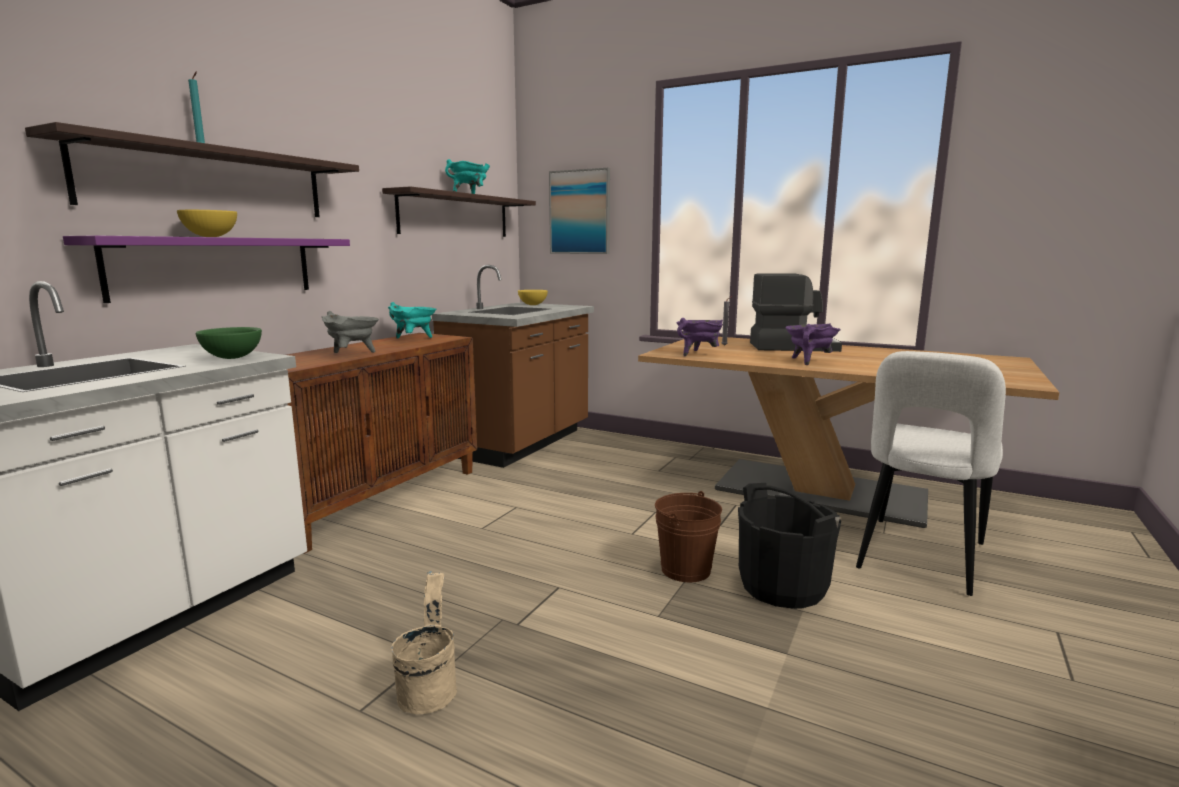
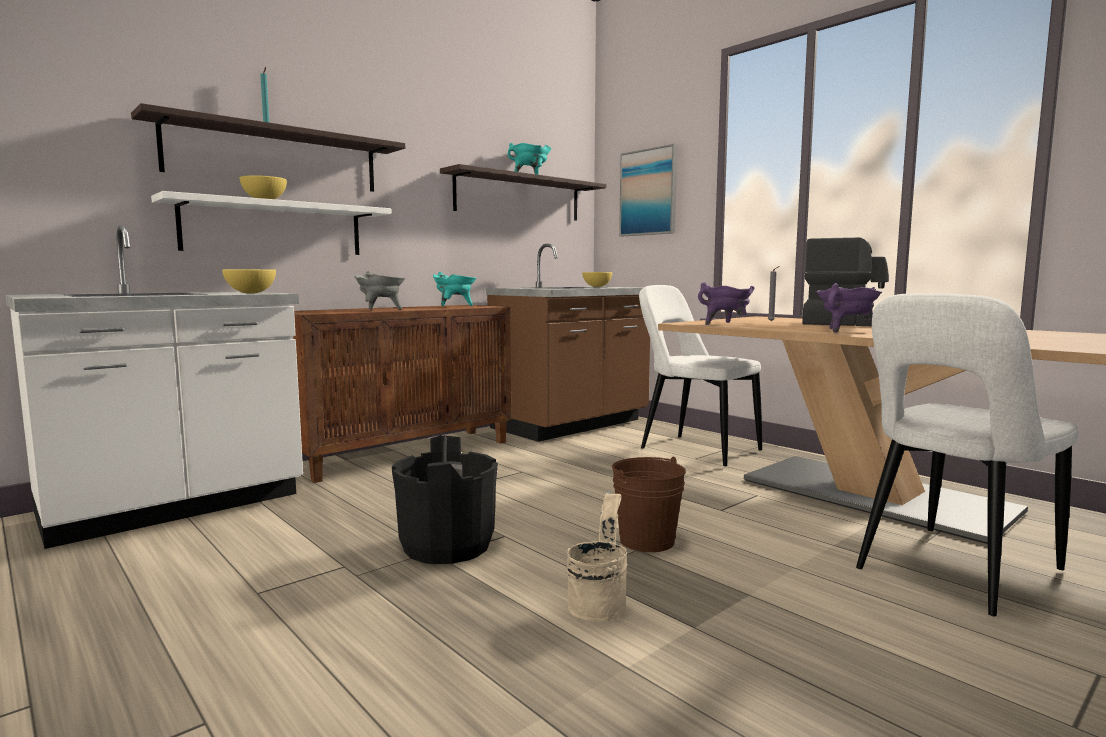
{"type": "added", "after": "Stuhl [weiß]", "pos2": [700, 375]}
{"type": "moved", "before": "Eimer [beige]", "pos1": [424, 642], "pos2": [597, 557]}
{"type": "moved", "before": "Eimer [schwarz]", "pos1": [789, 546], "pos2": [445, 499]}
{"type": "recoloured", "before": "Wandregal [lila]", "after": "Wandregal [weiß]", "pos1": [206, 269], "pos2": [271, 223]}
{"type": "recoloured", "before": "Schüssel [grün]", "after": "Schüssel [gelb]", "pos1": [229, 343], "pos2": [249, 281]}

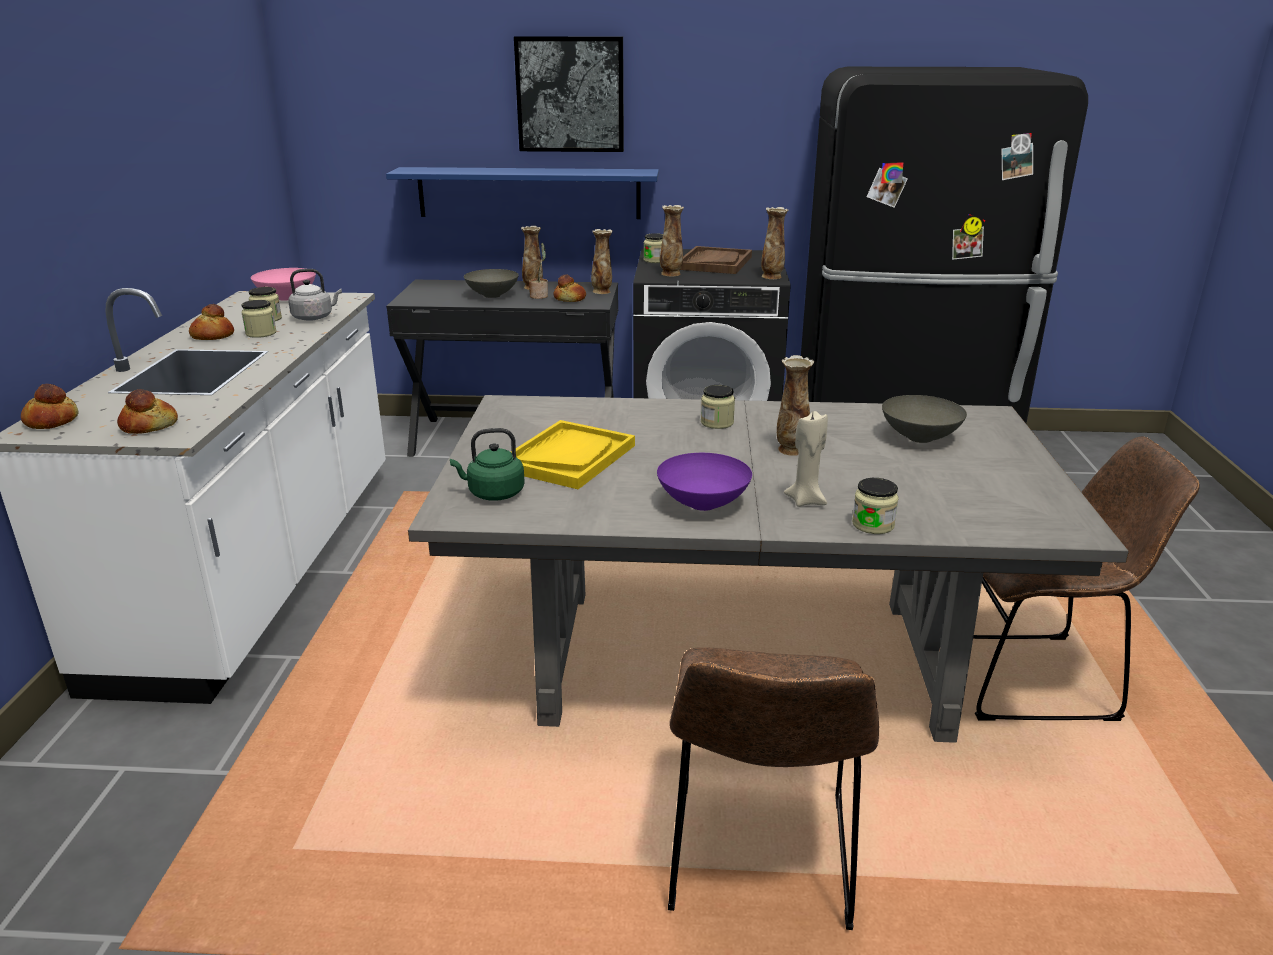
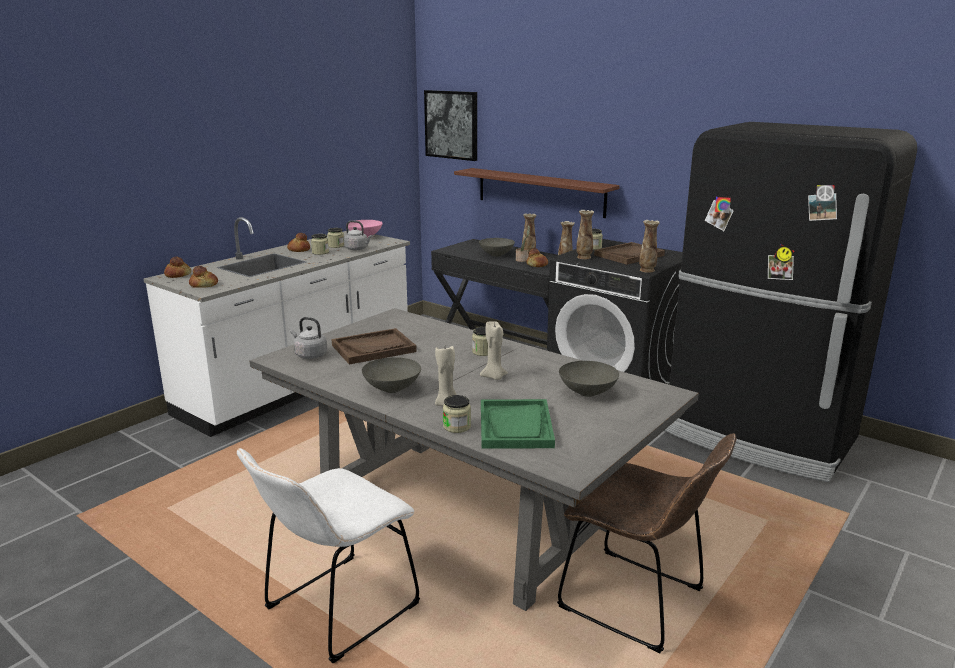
{"type": "added", "after": "Tablett [grün]", "pos2": [518, 424]}
{"type": "moved", "before": "Bild", "pos1": [569, 94], "pos2": [450, 125]}
{"type": "replaced", "before": "Vase", "after": "Kerze [beige]", "pos1": [795, 405], "pos2": [494, 351]}
{"type": "recoloured", "before": "Wandregal [blau]", "after": "Wandregal [braun]", "pos1": [522, 193], "pos2": [537, 193]}
{"type": "recoloured", "before": "Wasserkessel [grün]", "after": "Wasserkessel [grau]", "pos1": [487, 464], "pos2": [309, 338]}
{"type": "recoloured", "before": "Tablett [gelb]", "after": "Tablett [braun]", "pos1": [573, 454], "pos2": [374, 346]}
{"type": "recoloured", "before": "Schüssel [lila]", "after": "Schüssel [grau]", "pos1": [704, 482], "pos2": [391, 375]}
{"type": "recoloured", "before": "Stuhl [braun]", "after": "Stuhl [weiß]", "pos1": [773, 789], "pos2": [328, 555]}

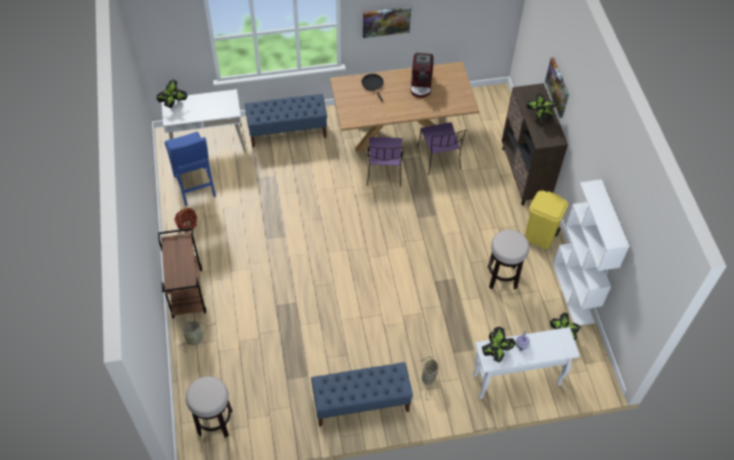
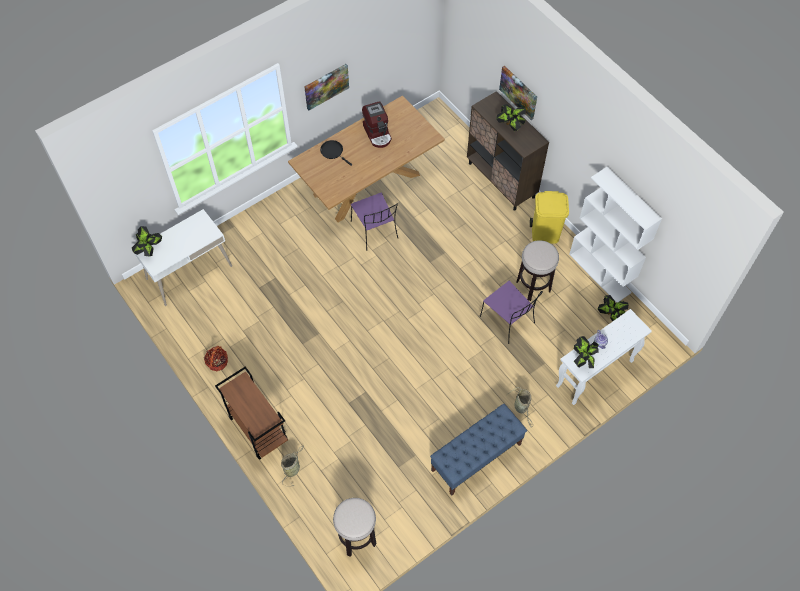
{"type": "removed", "before": "Hocker [blau]", "pos1": [190, 169]}
{"type": "removed", "before": "Bank [blau]", "pos1": [286, 120]}
{"type": "moved", "before": "Stuhl [lila]", "pos1": [442, 148], "pos2": [511, 312]}

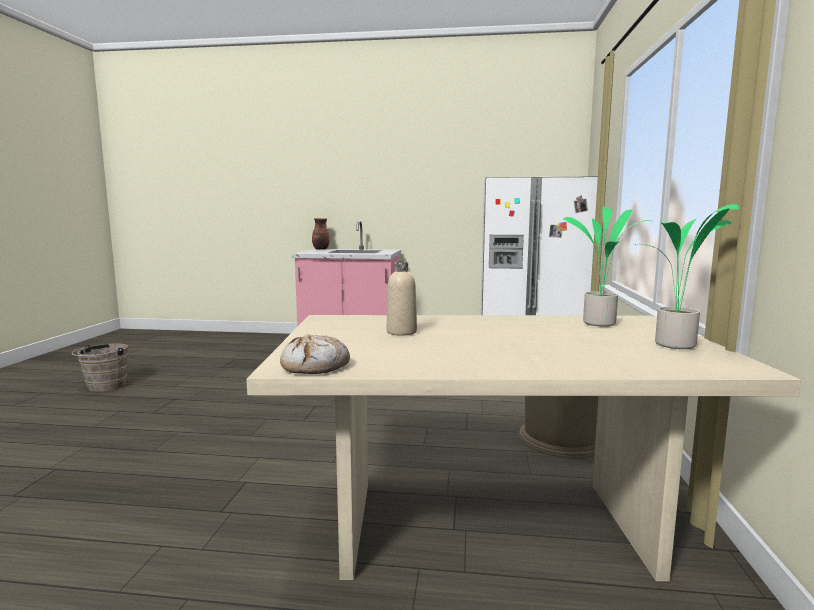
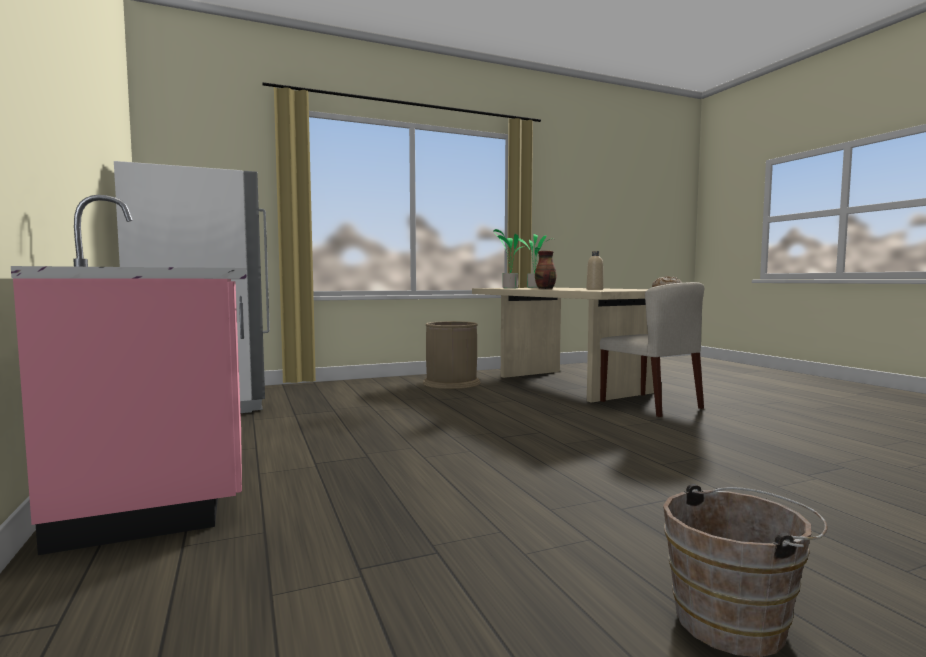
{"type": "added", "after": "Stuhl [beige]", "pos2": [652, 349]}
{"type": "moved", "before": "Vase", "pos1": [321, 234], "pos2": [545, 270]}

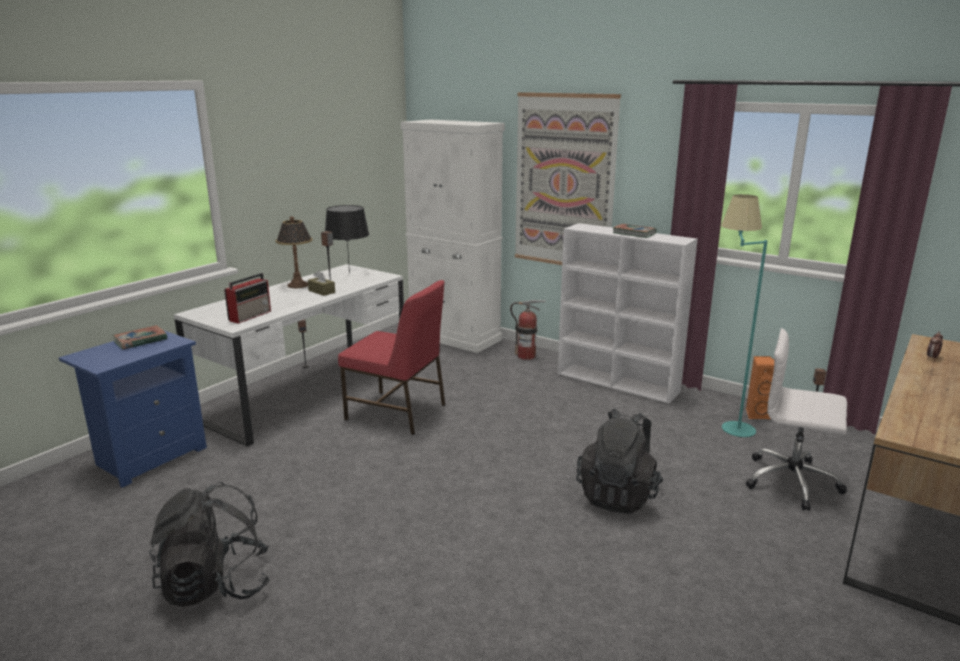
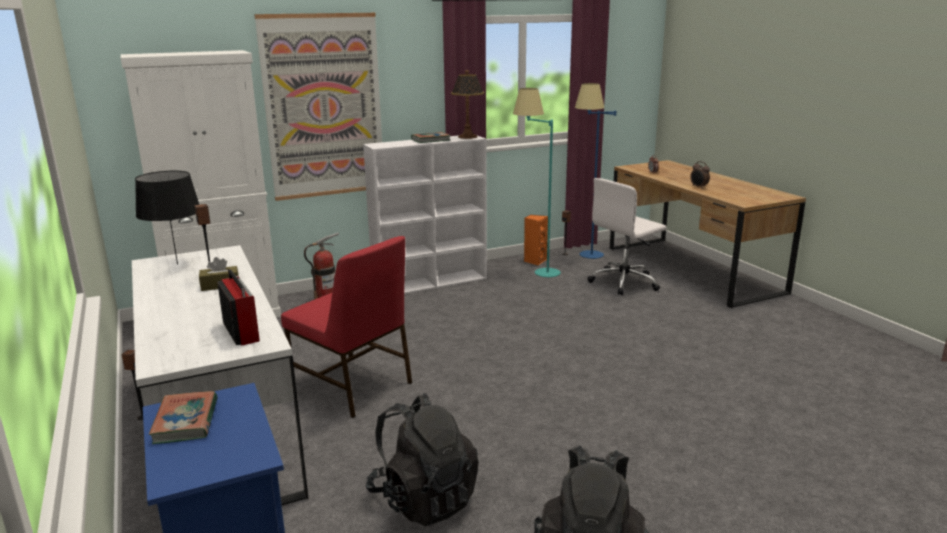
{"type": "added", "after": "Stehlampe [blau]", "pos2": [595, 171]}
{"type": "added", "after": "Wecker", "pos2": [700, 174]}
{"type": "moved", "before": "Tischlampe", "pos1": [294, 252], "pos2": [467, 104]}
{"type": "moved", "before": "Rucksack [schwarz]", "pos1": [620, 461], "pos2": [422, 459]}
{"type": "turned", "before": "Stuhl [rot]", "pos1": [391, 357], "pos2": [346, 327], "turn": 75}

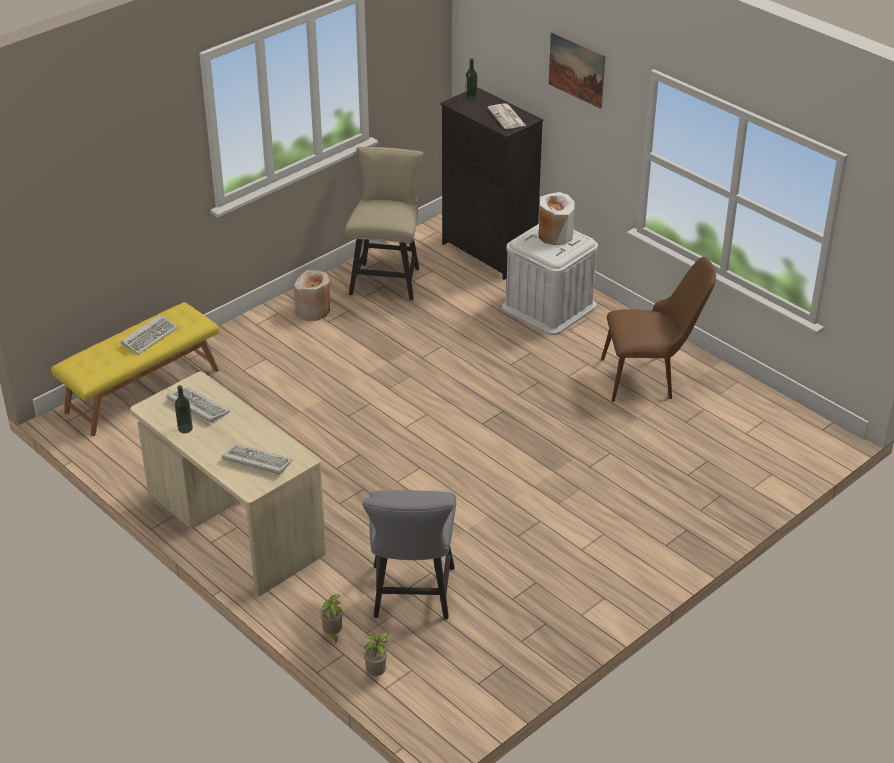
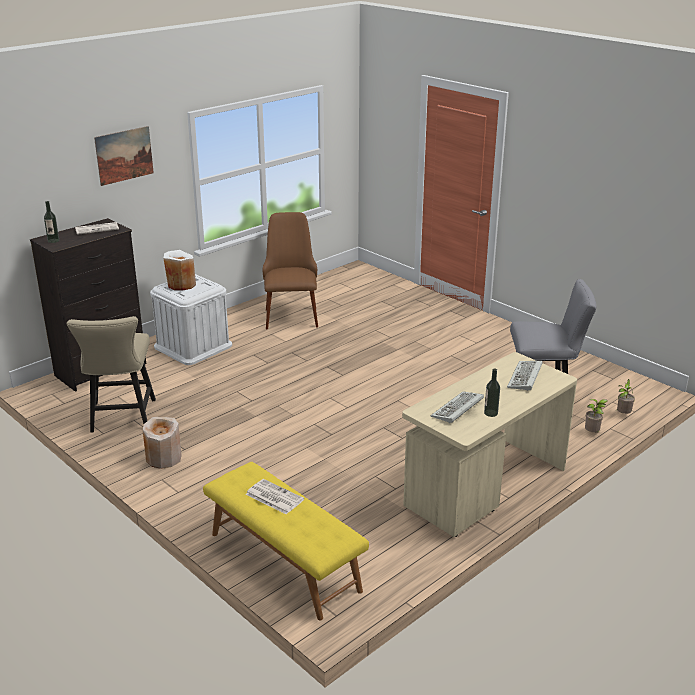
{"type": "replaced", "before": "Tastatur", "after": "Zeitung", "pos1": [149, 335], "pos2": [275, 496]}
{"type": "turned", "before": "Stuhl [beige]", "pos1": [384, 224], "pos2": [111, 374], "turn": -105}

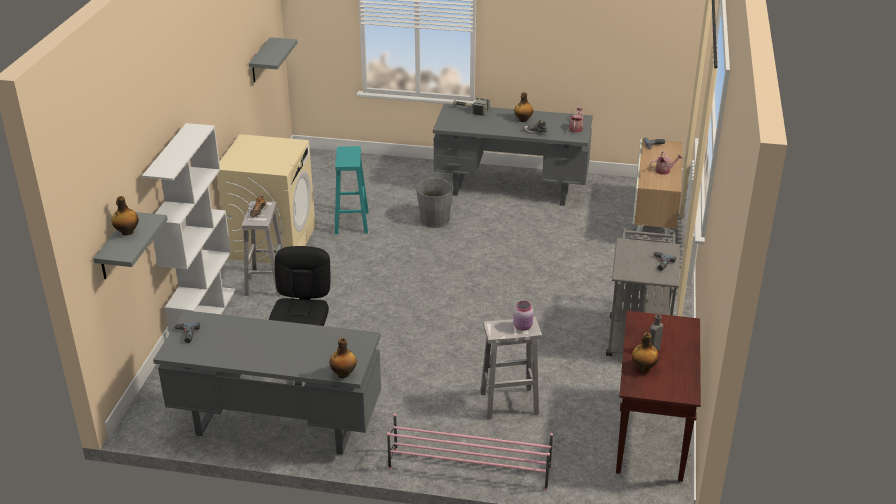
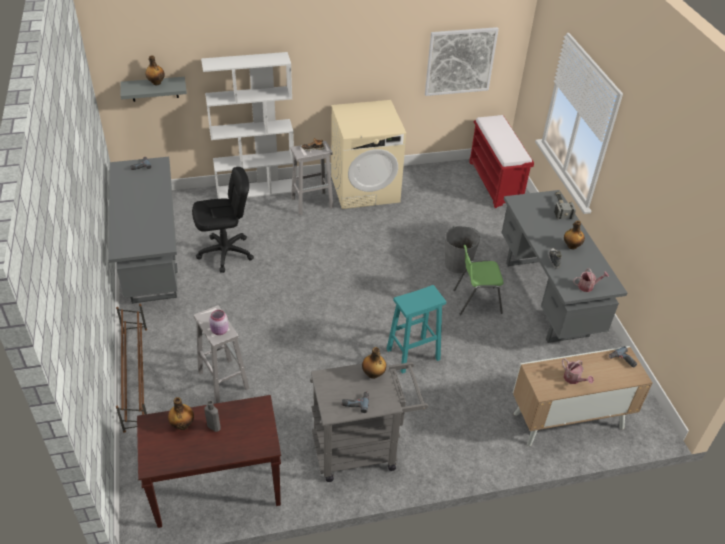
{"type": "added", "after": "Stuhl [grün]", "pos2": [478, 280]}
{"type": "added", "after": "Bank [rot]", "pos2": [501, 161]}
{"type": "moved", "before": "Flasche", "pos1": [343, 358], "pos2": [374, 363]}
{"type": "moved", "before": "Hocker [türkis]", "pos1": [352, 190], "pos2": [416, 329]}
{"type": "replaced", "before": "Wandregal [grau]", "after": "Bild", "pos1": [273, 60], "pos2": [462, 61]}
{"type": "recoloured", "before": "Schuhregal [rosa]", "after": "Schuhregal [braun]", "pos1": [470, 452], "pos2": [131, 368]}

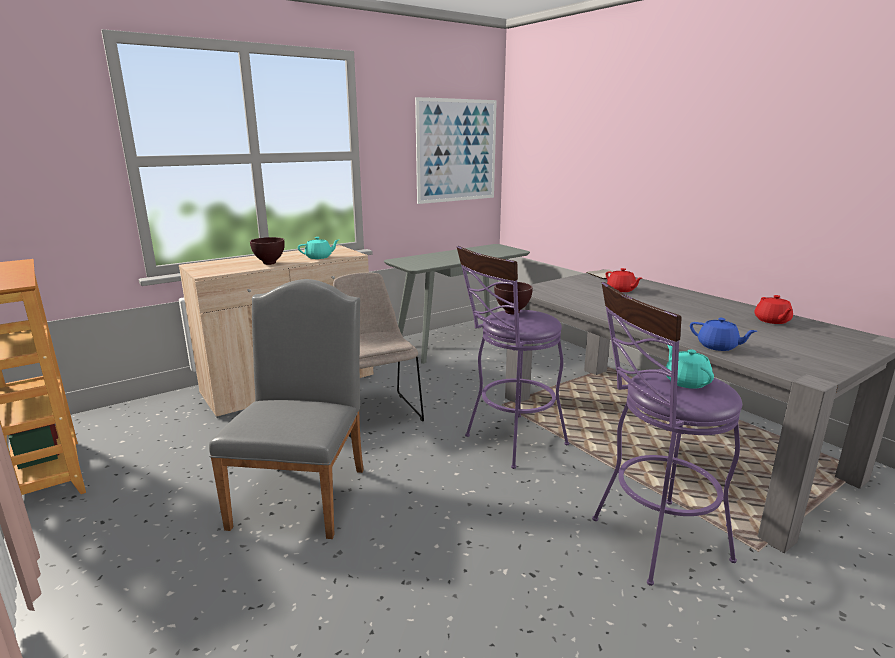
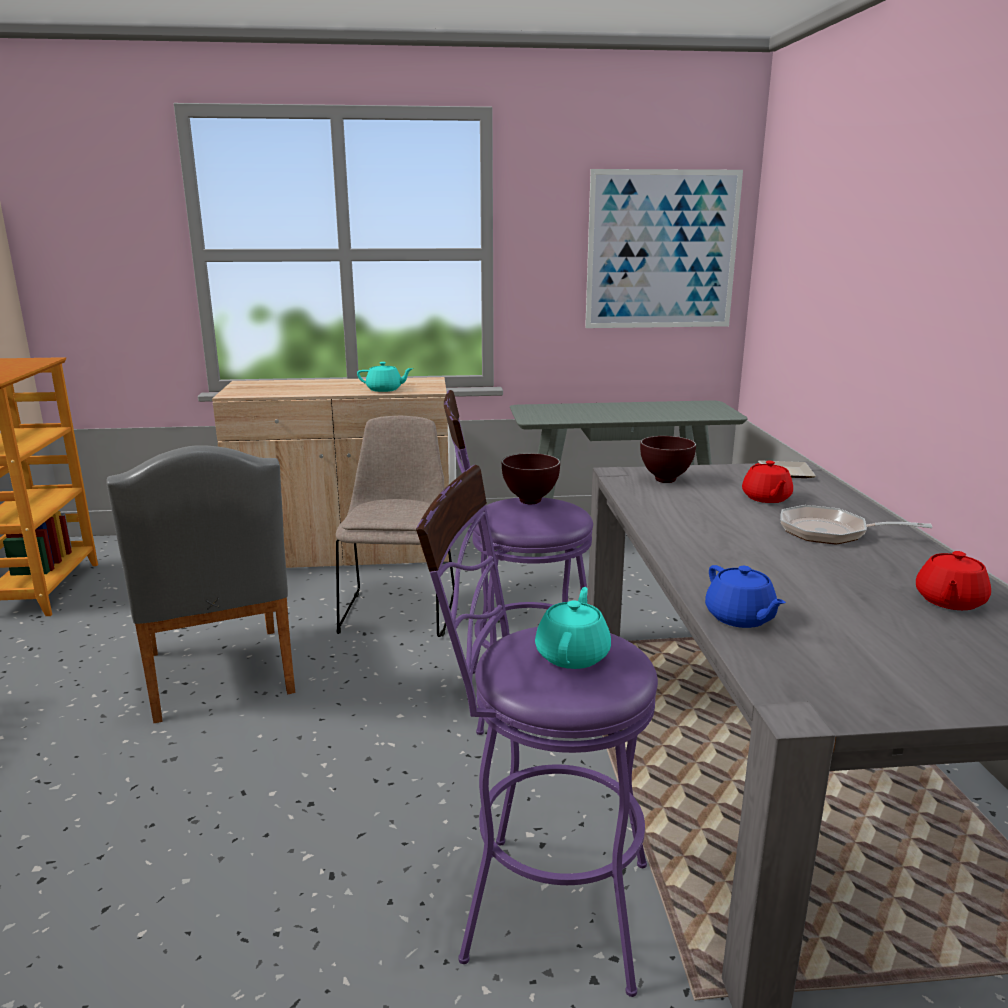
{"type": "added", "after": "Pfanne", "pos2": [856, 524]}
{"type": "moved", "before": "Schüssel [braun]", "pos1": [267, 251], "pos2": [668, 459]}
{"type": "turned", "before": "Stuhl [grau]", "pos1": [286, 409], "pos2": [201, 584], "turn": 120}

